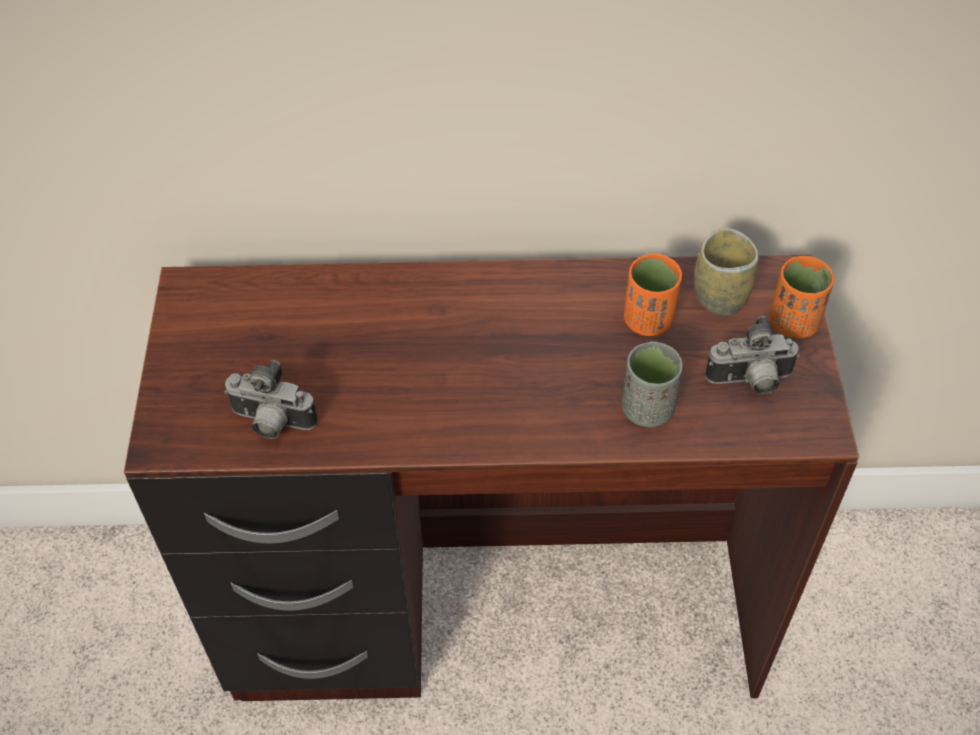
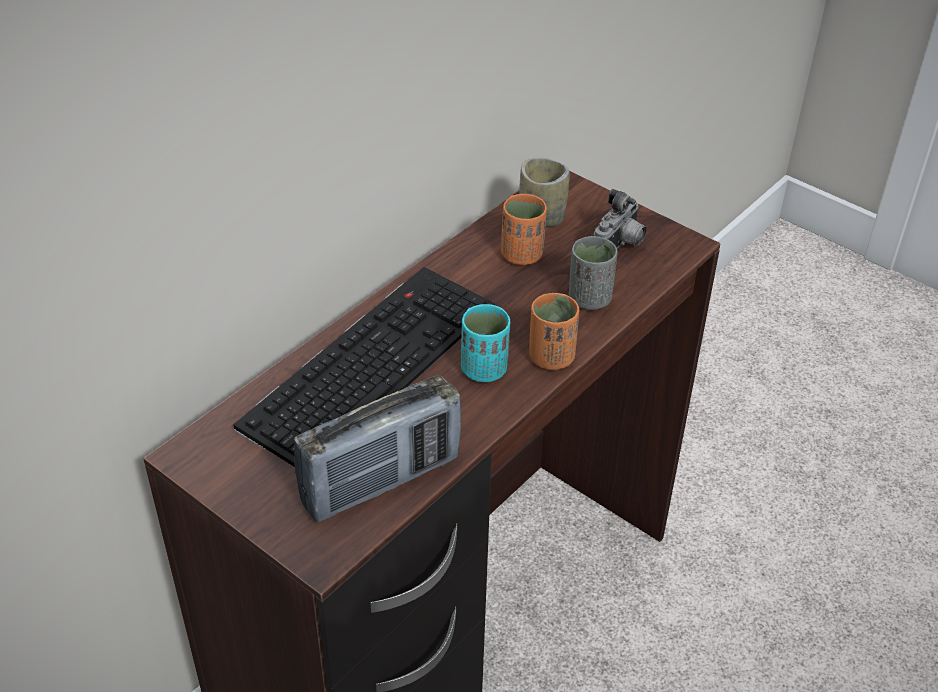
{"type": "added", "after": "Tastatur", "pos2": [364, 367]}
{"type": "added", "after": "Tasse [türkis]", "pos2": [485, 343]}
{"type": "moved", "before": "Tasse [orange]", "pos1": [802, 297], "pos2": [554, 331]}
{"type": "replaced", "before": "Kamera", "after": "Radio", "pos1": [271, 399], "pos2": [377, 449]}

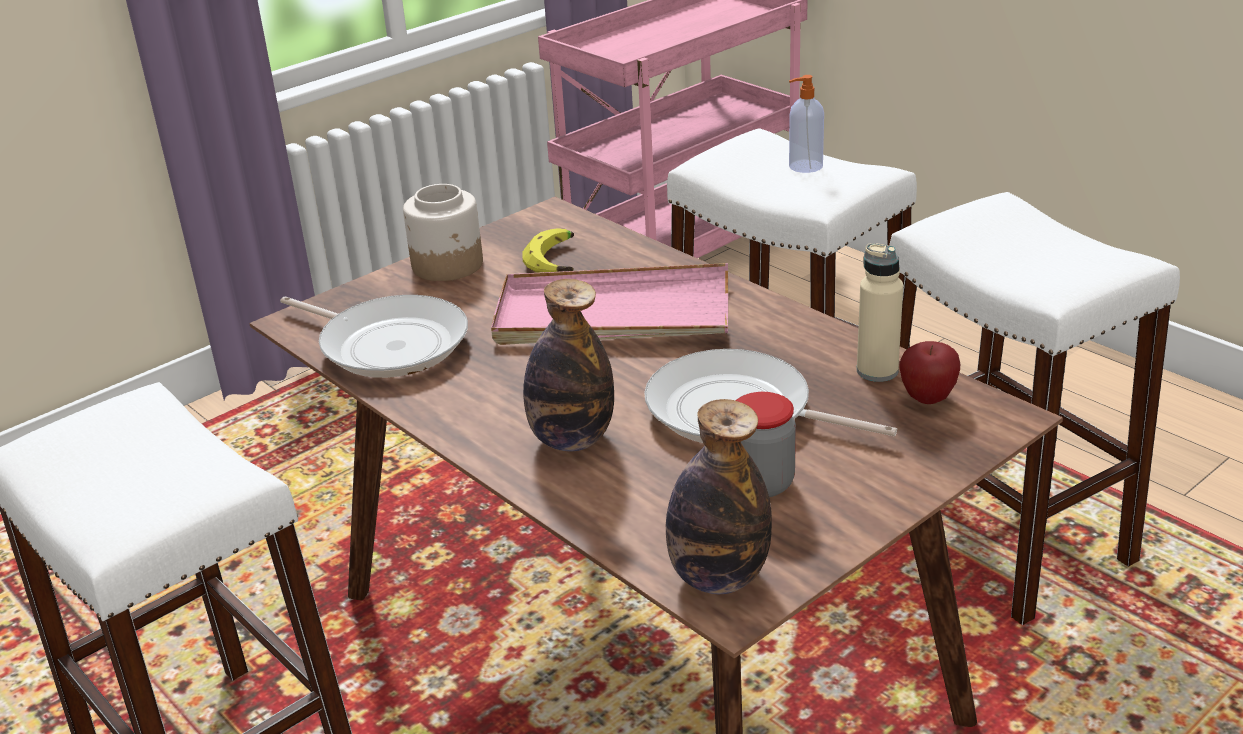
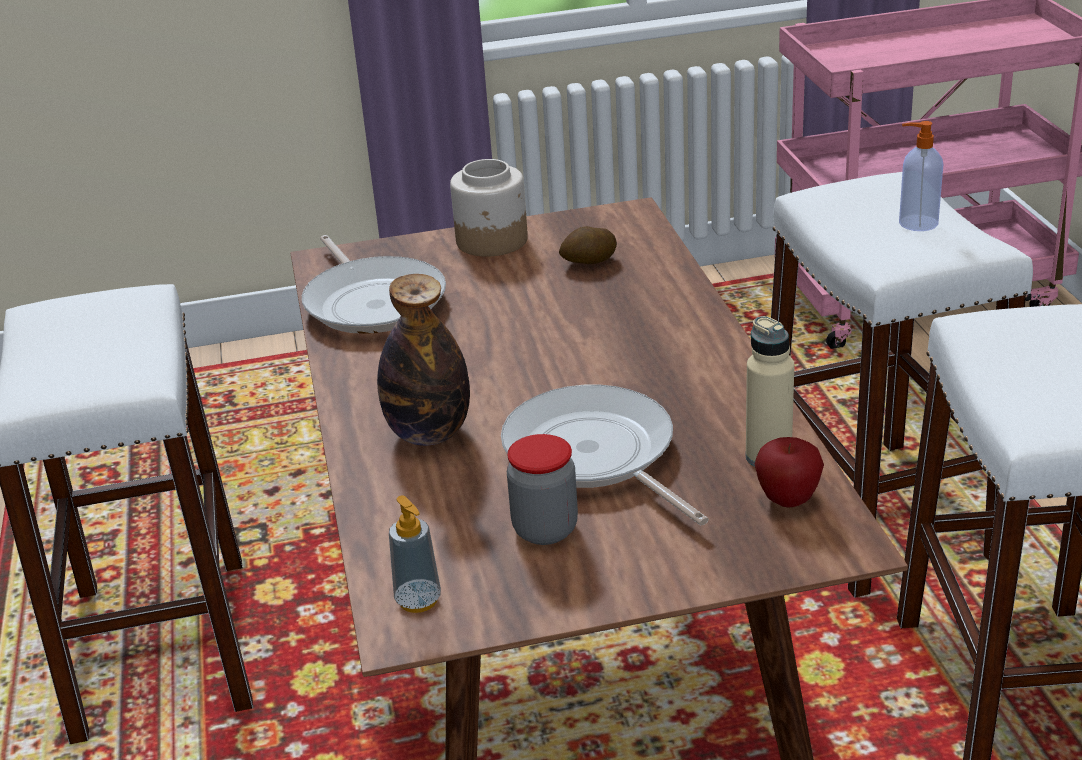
{"type": "removed", "before": "Tablett [rosa]", "pos1": [609, 304]}
{"type": "replaced", "before": "Banane", "after": "Kartoffel", "pos1": [548, 250], "pos2": [588, 245]}
{"type": "replaced", "before": "Flasche", "after": "Seifenspender", "pos1": [719, 496], "pos2": [415, 554]}

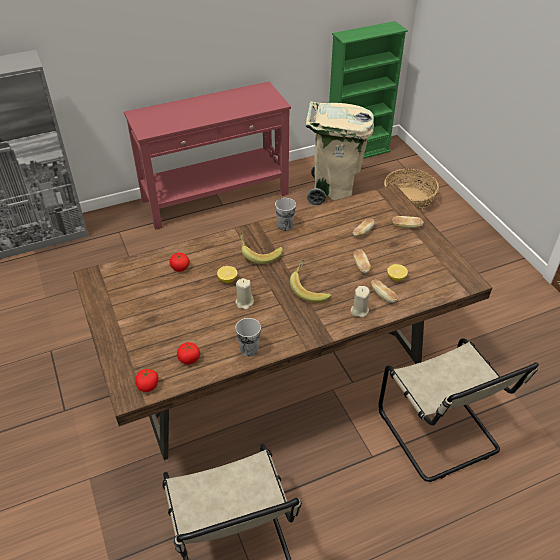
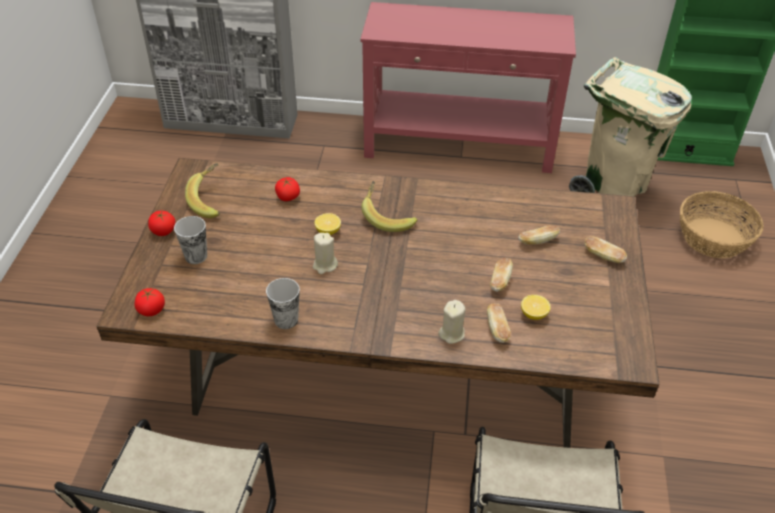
{"type": "moved", "before": "Tomate", "pos1": [188, 353], "pos2": [161, 223]}
{"type": "moved", "before": "Tasse", "pos1": [285, 214], "pos2": [190, 240]}
{"type": "moved", "before": "Banane", "pos1": [310, 281], "pos2": [202, 190]}

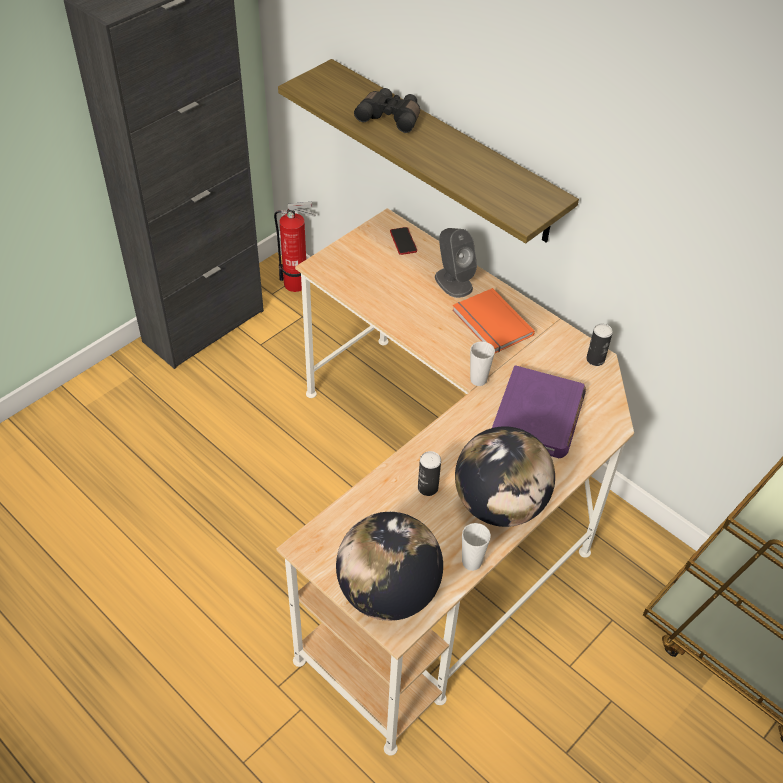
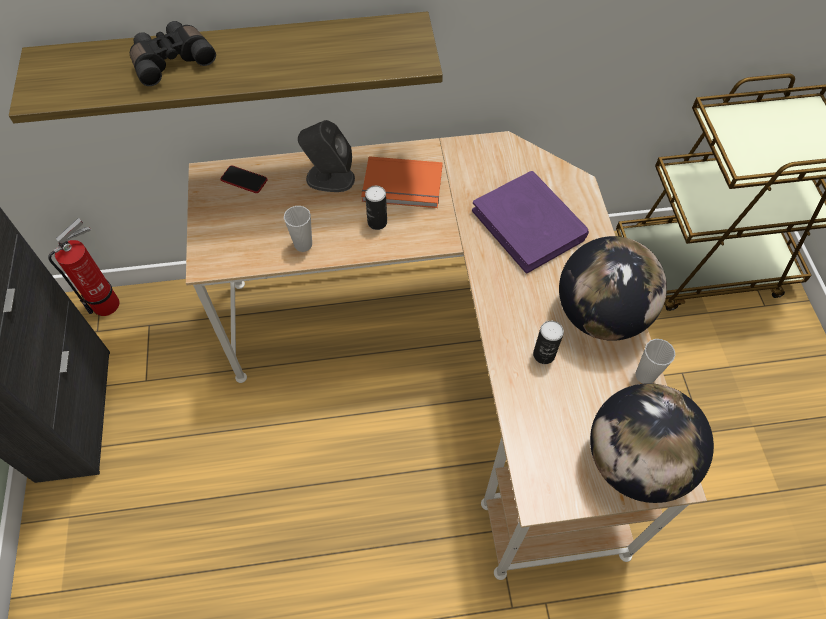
{"type": "moved", "before": "Tasse", "pos1": [482, 363], "pos2": [298, 229]}
{"type": "moved", "before": "Dose", "pos1": [599, 345], "pos2": [376, 207]}

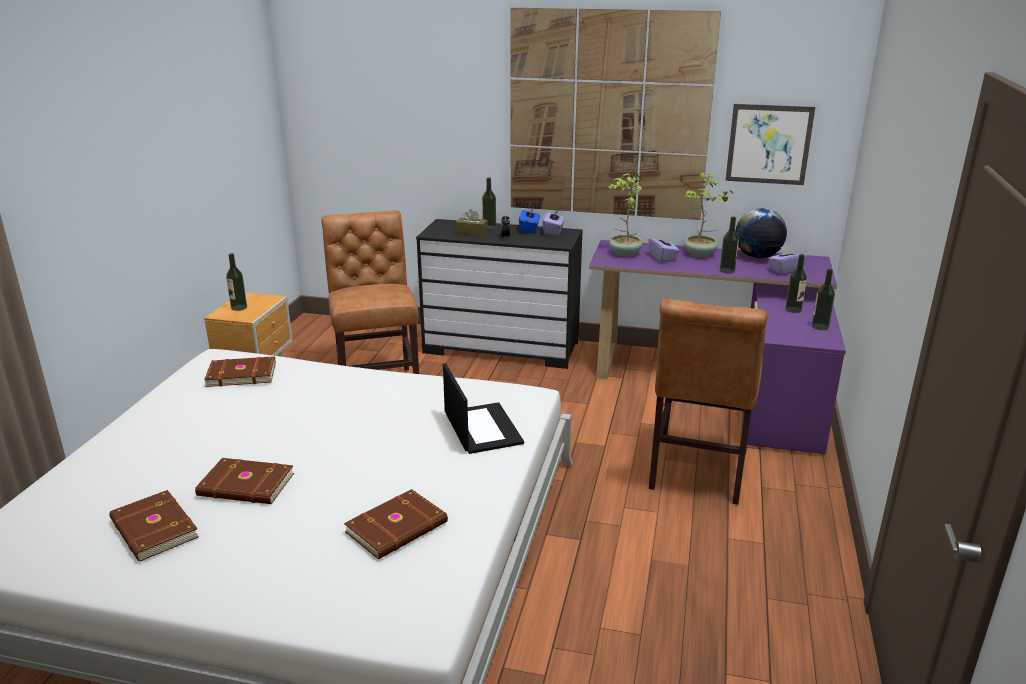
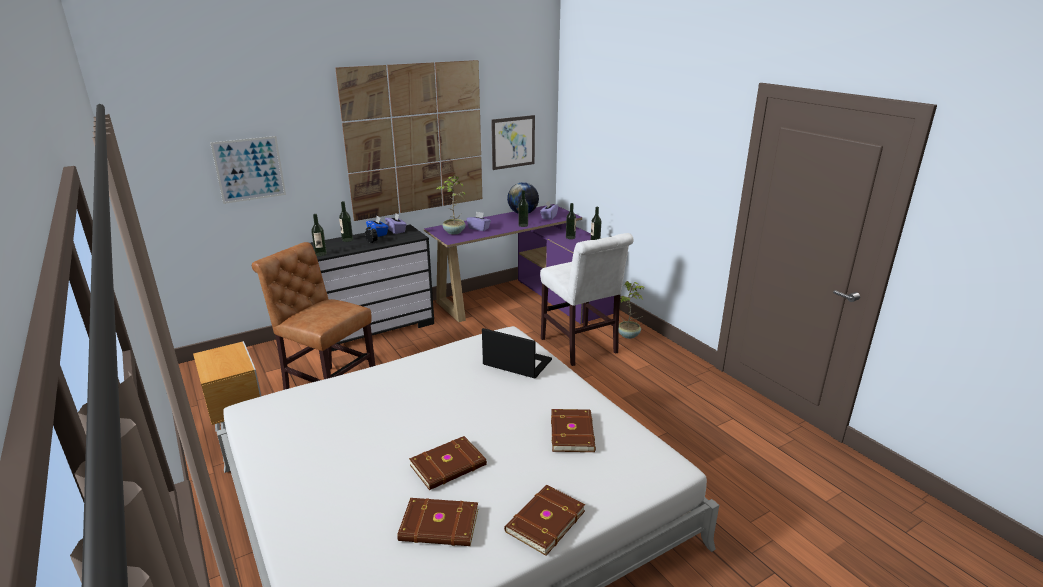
{"type": "removed", "before": "Taschentuchbox [braun]", "pos1": [472, 222]}
{"type": "added", "after": "Bild", "pos2": [248, 170]}
{"type": "moved", "before": "Buch [braun]", "pos1": [240, 371], "pos2": [545, 520]}
{"type": "moved", "before": "Flasche", "pos1": [236, 282], "pos2": [319, 235]}
{"type": "moved", "before": "Topfpflanze", "pos1": [708, 215], "pos2": [632, 310]}
{"type": "recoloured", "before": "Stuhl [braun]", "after": "Stuhl [weiß]", "pos1": [708, 402], "pos2": [587, 299]}

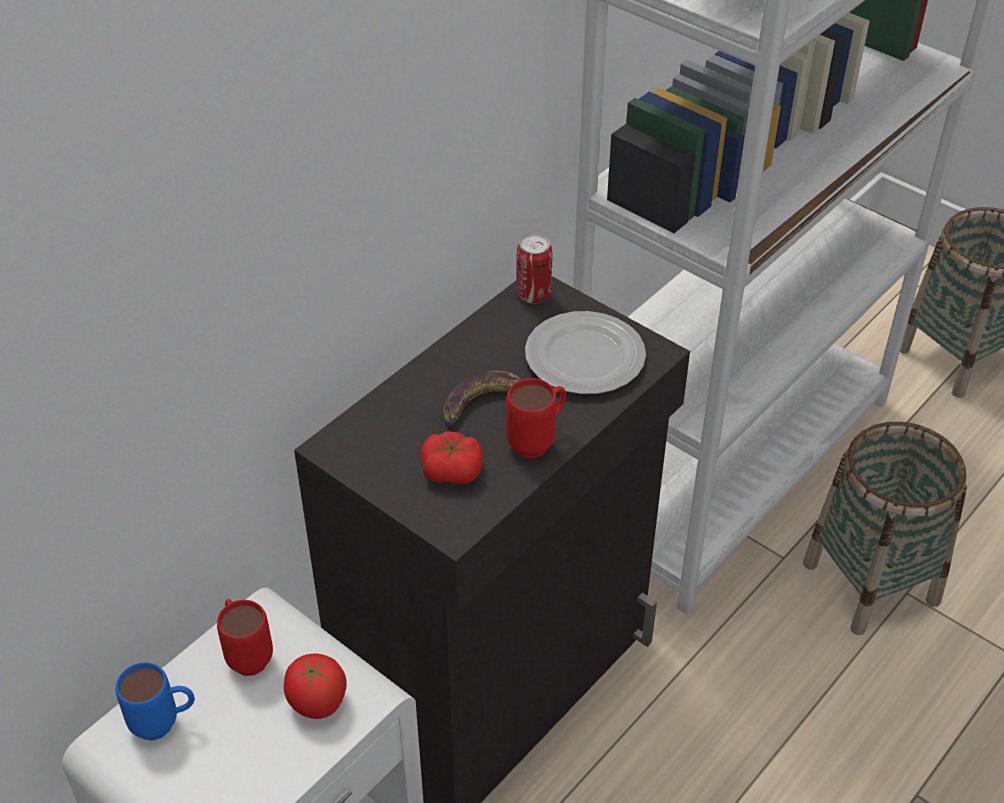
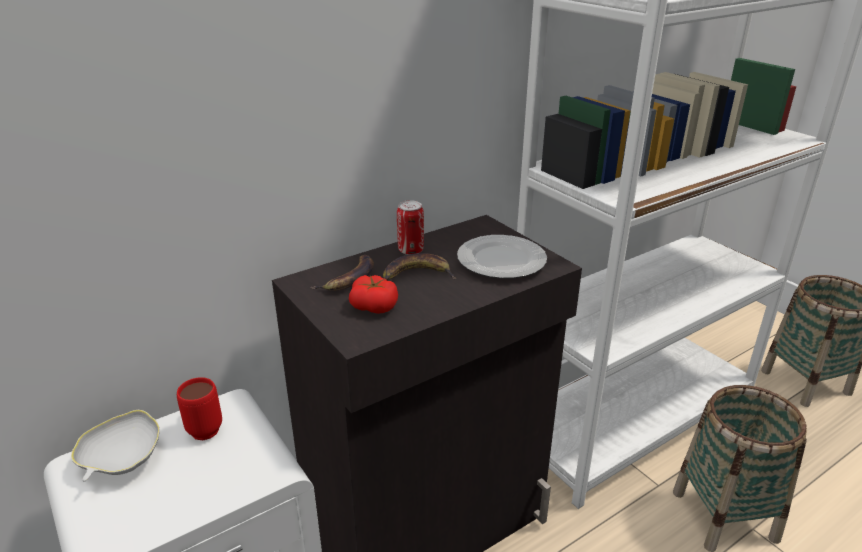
{"type": "removed", "before": "Tomate", "pos1": [315, 686]}
{"type": "removed", "before": "Henkelbecher [rot]", "pos1": [536, 418]}
{"type": "added", "after": "Banane", "pos2": [342, 273]}
{"type": "moved", "before": "Dose", "pos1": [534, 268], "pos2": [410, 227]}
{"type": "replaced", "before": "Henkelbecher [blau]", "after": "Schüssel [weiß]", "pos1": [155, 701], "pos2": [115, 445]}

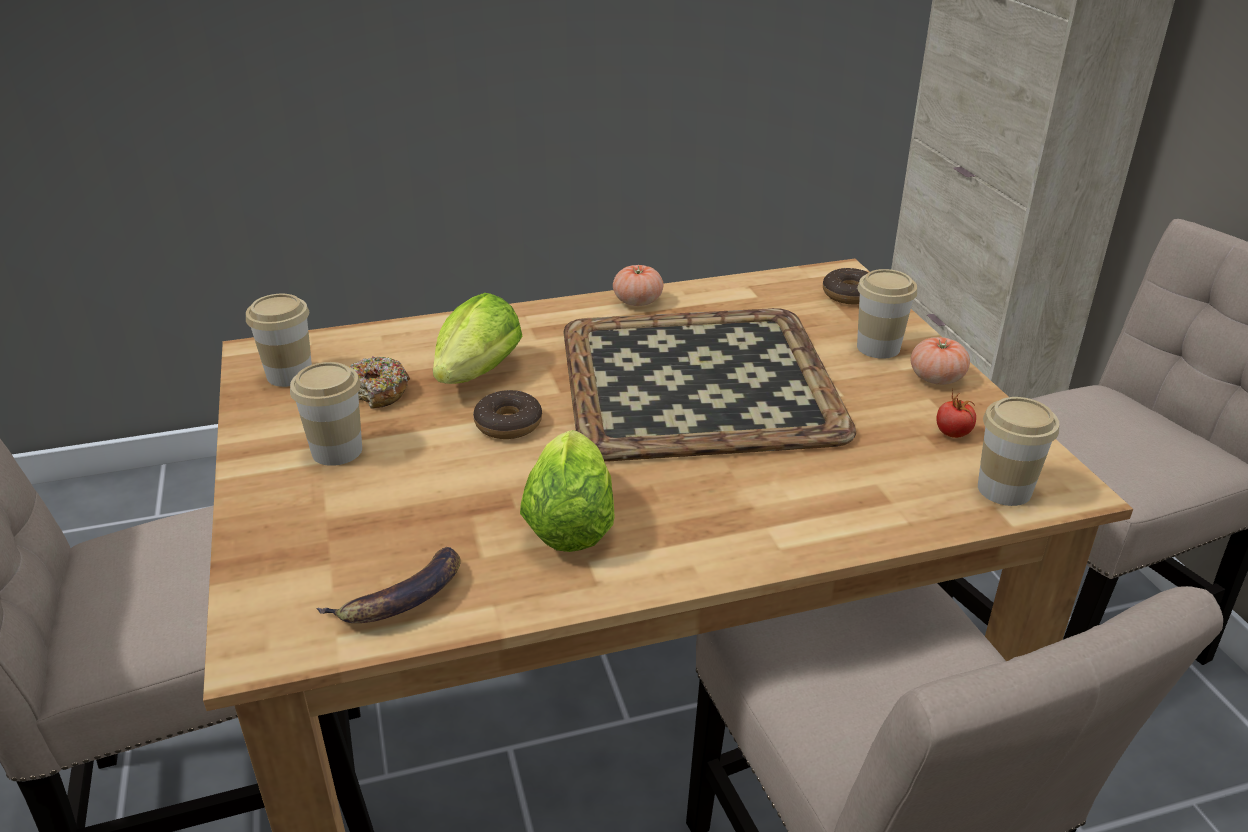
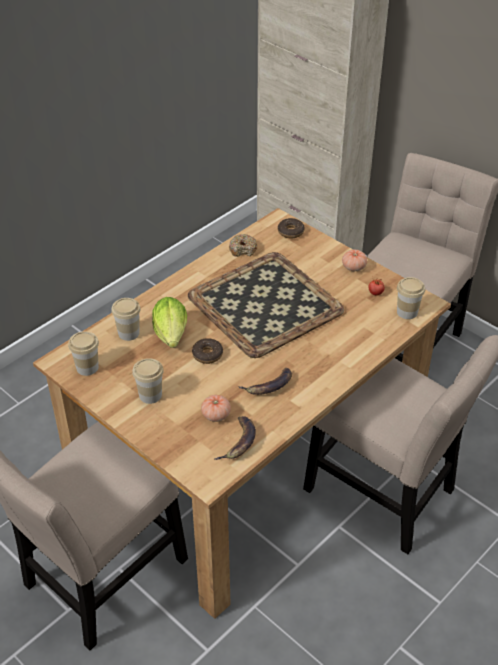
{"type": "moved", "before": "Donut", "pos1": [379, 382], "pos2": [243, 245]}
{"type": "moved", "before": "Tomate", "pos1": [638, 285], "pos2": [216, 408]}
{"type": "moved", "before": "Tasse", "pos1": [887, 314], "pos2": [126, 319]}
{"type": "replaced", "before": "Salatkopf", "after": "Banane", "pos1": [567, 491], "pos2": [265, 381]}

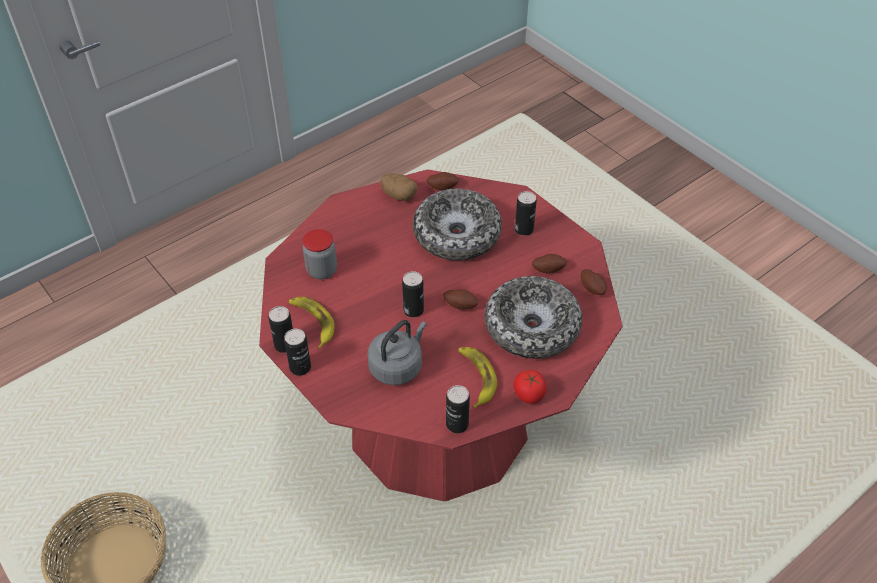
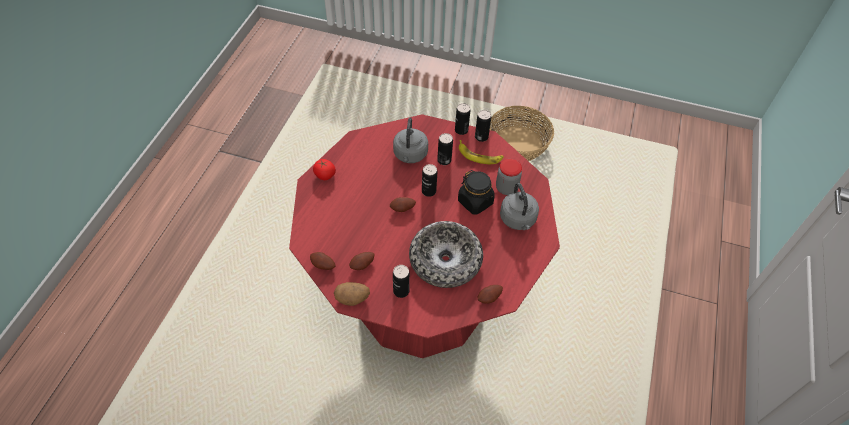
{"type": "removed", "before": "Banane", "pos1": [477, 377]}
{"type": "removed", "before": "Schüssel", "pos1": [533, 317]}
{"type": "added", "after": "Vorratsglas [schwarz]", "pos2": [476, 192]}
{"type": "added", "after": "Wasserkessel [grau]", "pos2": [519, 206]}
{"type": "moved", "before": "Kartoffel", "pos1": [399, 187], "pos2": [352, 294]}
{"type": "moved", "before": "Dose", "pos1": [458, 409], "pos2": [445, 149]}

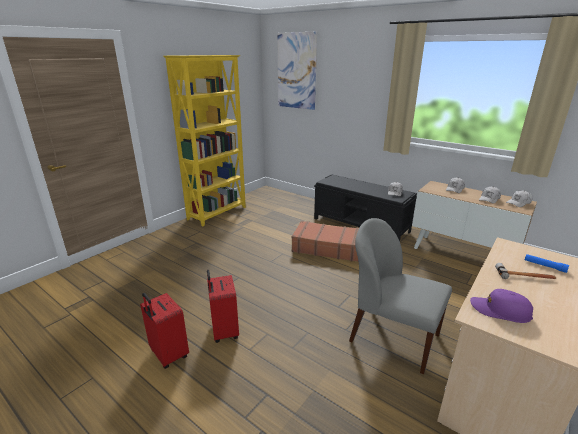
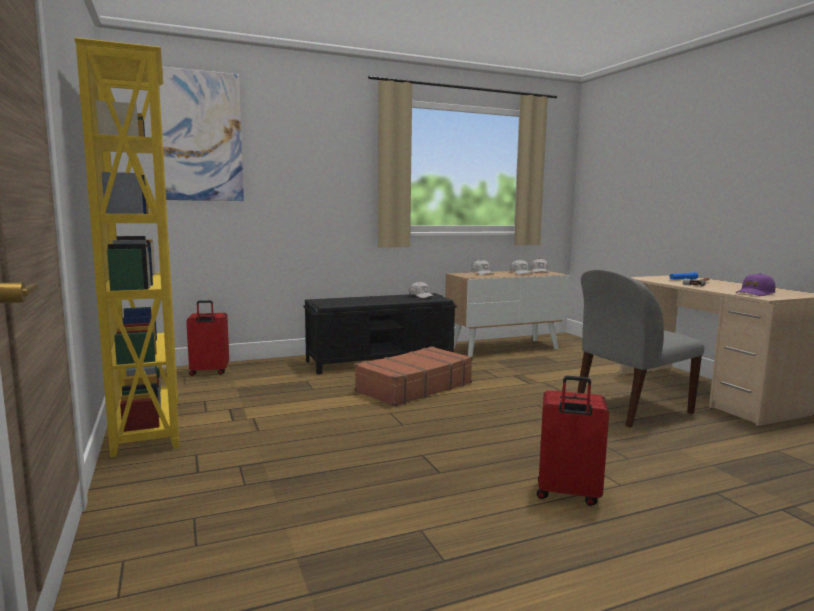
{"type": "moved", "before": "Koffer [rot]", "pos1": [164, 331], "pos2": [207, 338]}

